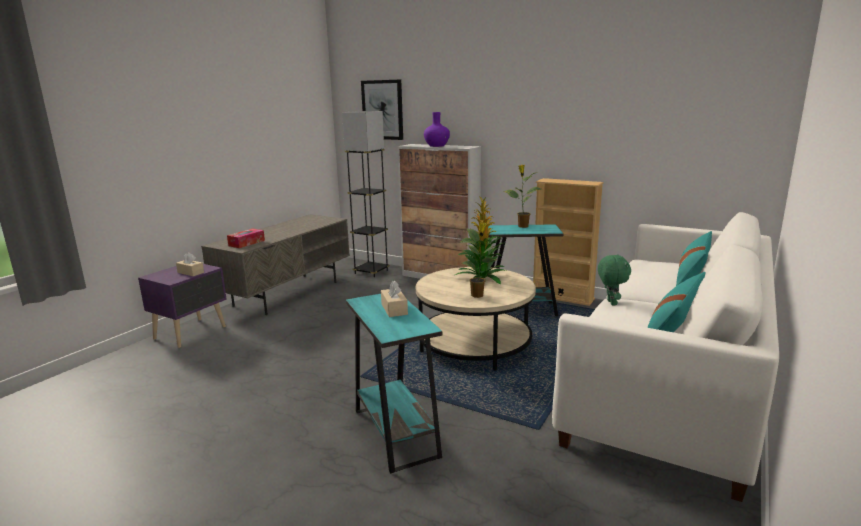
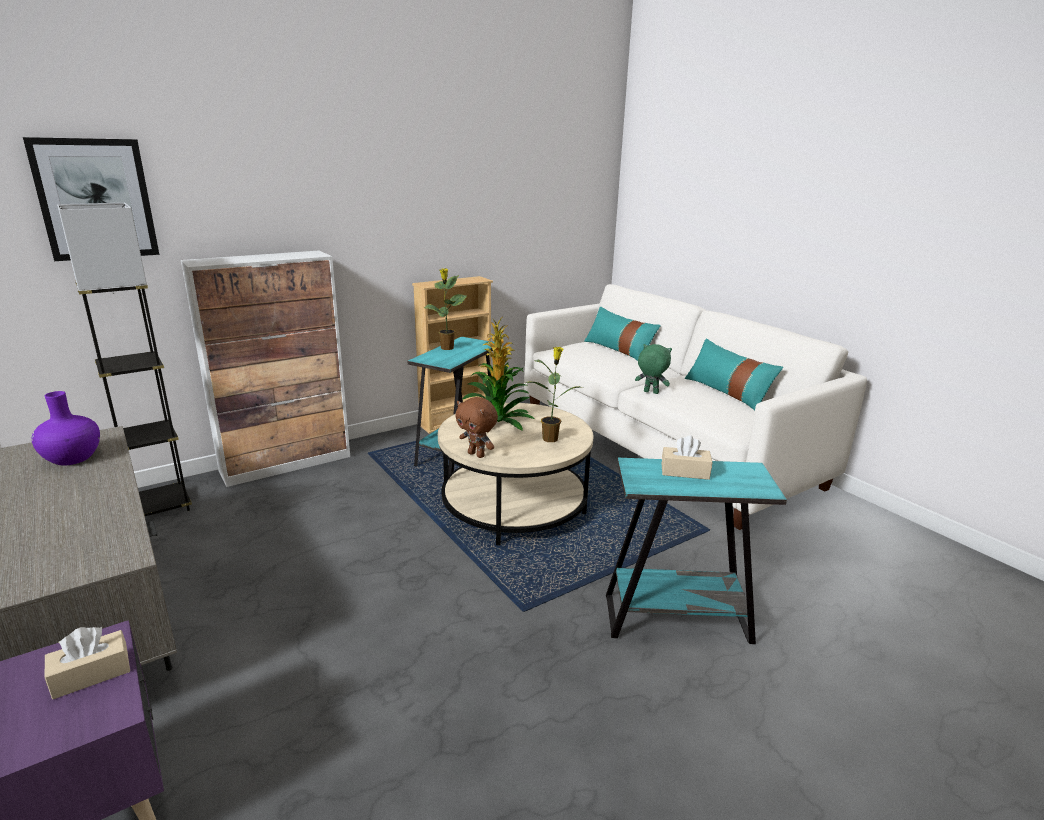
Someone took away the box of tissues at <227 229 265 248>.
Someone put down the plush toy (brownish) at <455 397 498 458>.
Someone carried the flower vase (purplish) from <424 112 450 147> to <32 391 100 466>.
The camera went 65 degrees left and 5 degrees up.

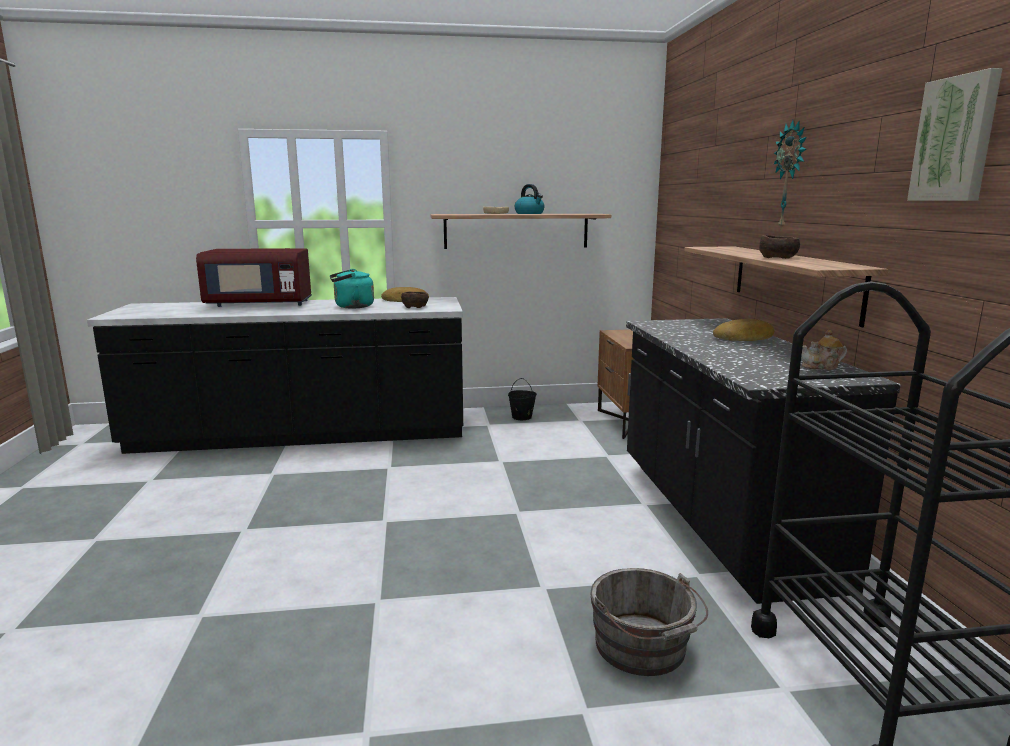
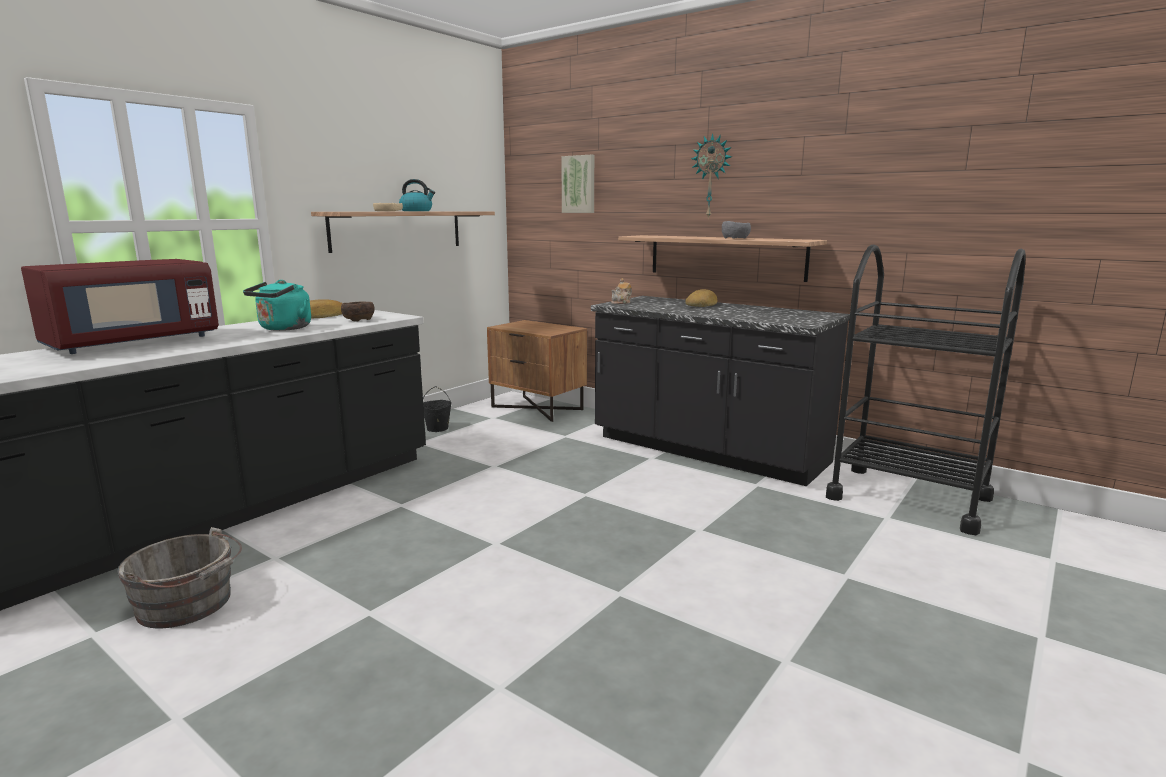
Someone carried the water bucket (gray) from <590 568 708 676> to <117 527 242 628>.
Someone carried the teapot from <801 330 847 370> to <611 278 632 304>.
Someone carried the wall picture from <907 68 1003 201> to <561 155 594 213>.
Someone repainted the bowl (brownish) at <759 235 800 259>, which became the bowl (gray) at <722 221 751 239>.
The camera went 45 degrees left and 0 degrees up.

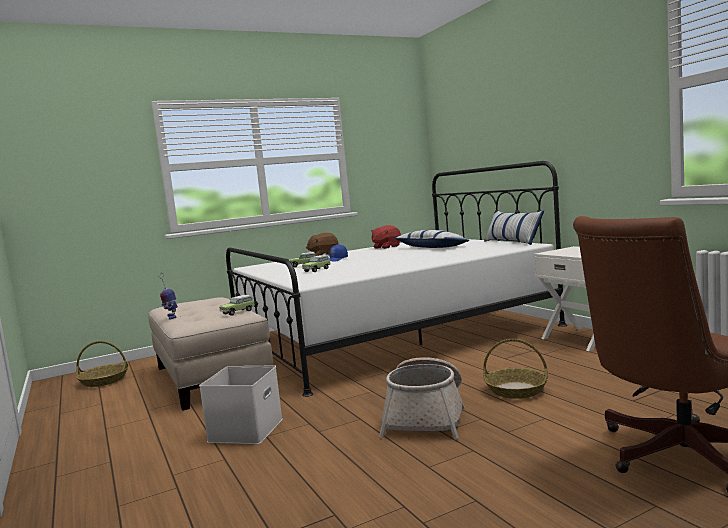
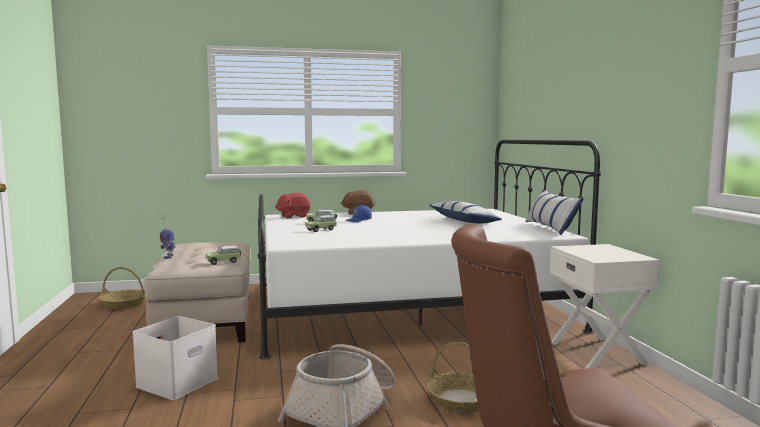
Someone carried the plush toy (reddish) from <371 225 401 249> to <275 193 311 218>.
The camera went 15 degrees right and 0 degrees up.

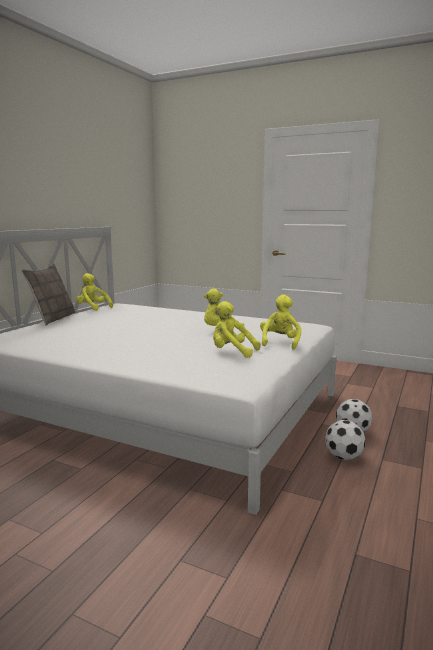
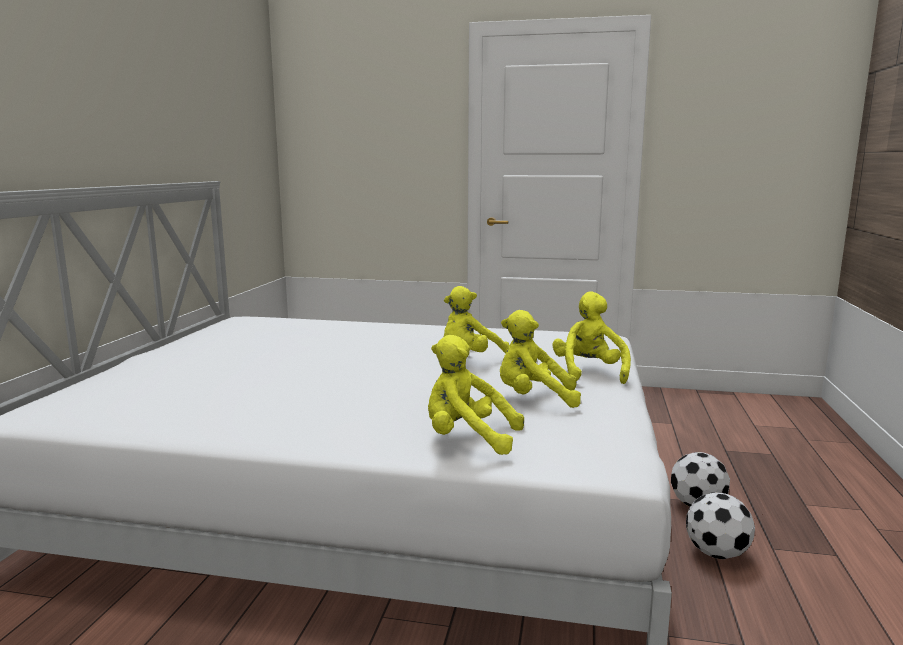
Someone took away the pillow at <22 263 75 325>.
Someone carried the plush toy (yellow) from <76 273 113 311> to <428 335 524 455>.
The camera went 15 degrees left and 0 degrees up.

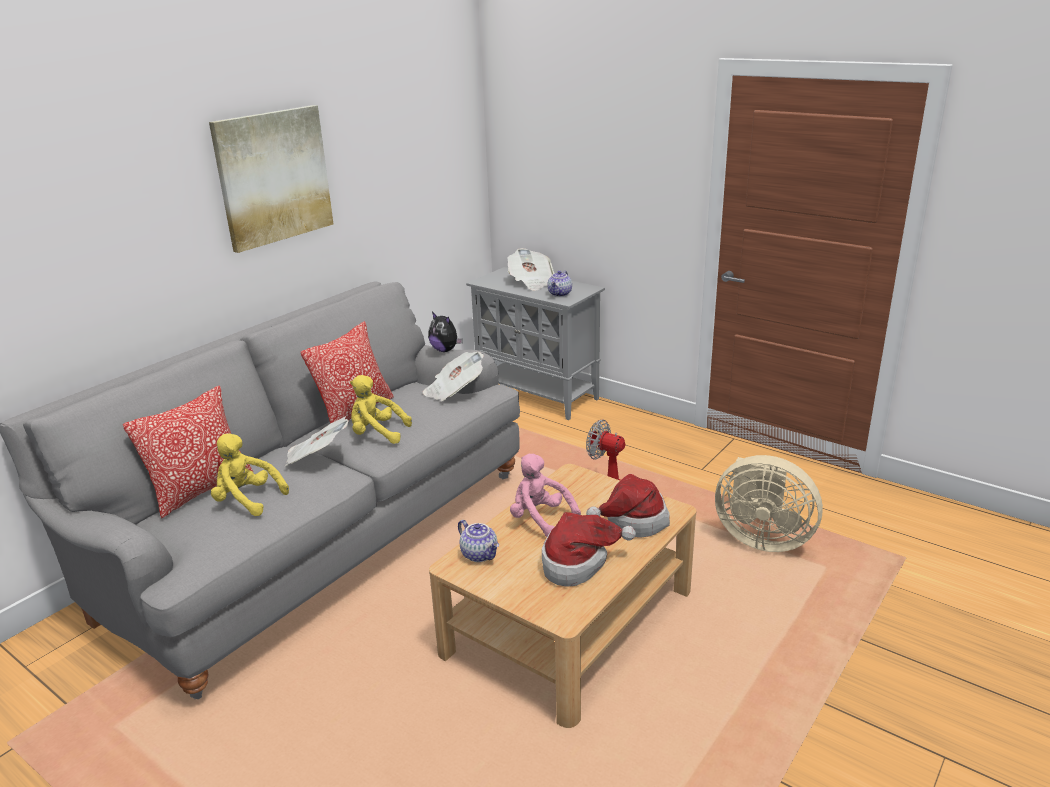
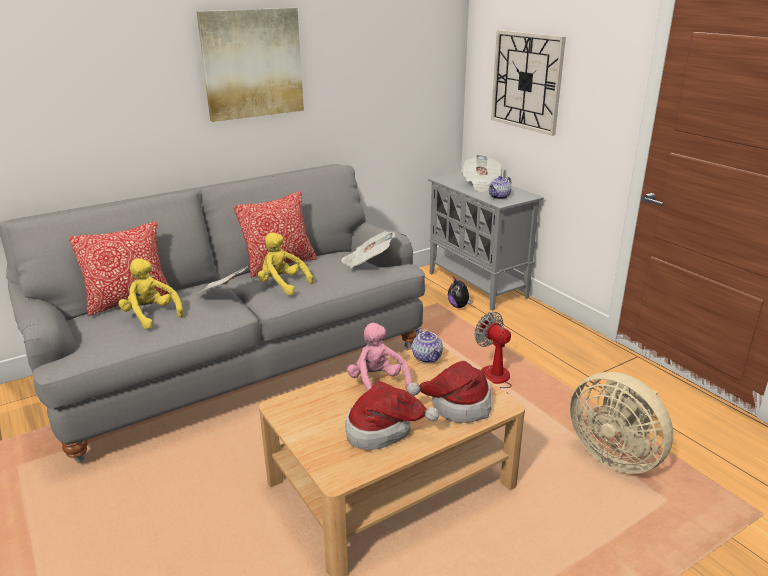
Someone put up the hanging clock at <491 30 566 136>.
Someone carried the plush toy from <428 312 463 352> to <448 276 472 308>.
Someone carried the teapot from <458 520 499 562> to <412 327 443 363>.
The camera went 20 degrees right and 0 degrees up.

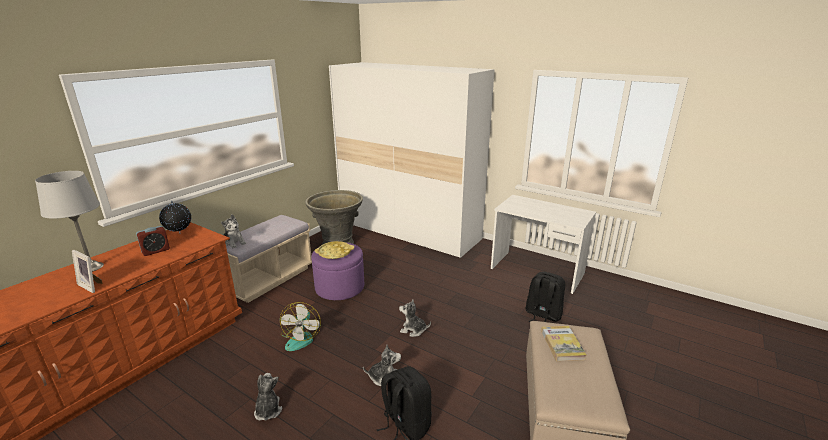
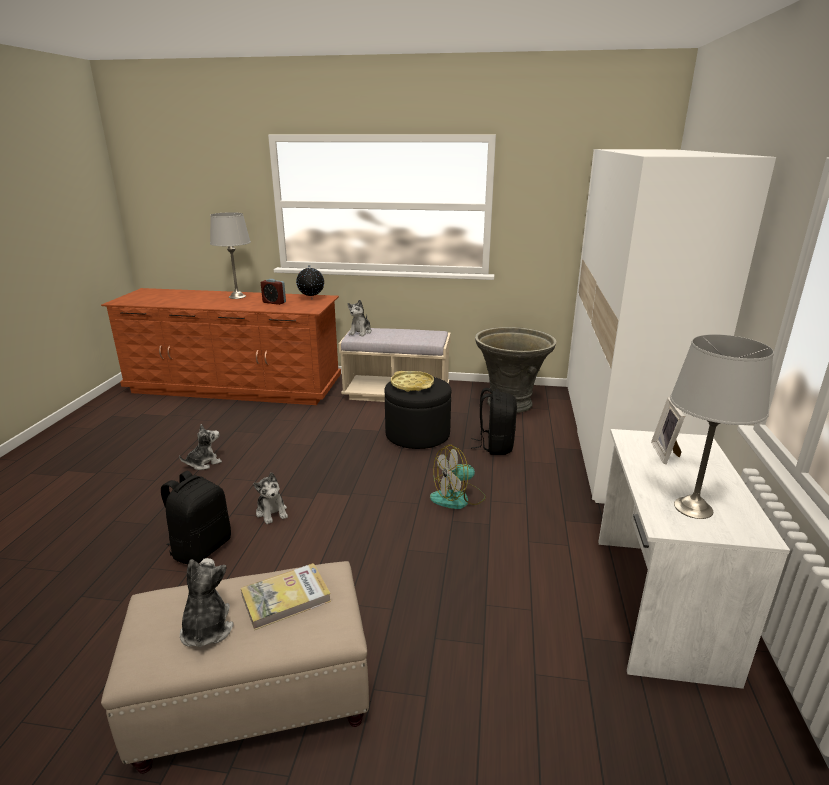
Someone put down the table lamp (gray) at <670 334 774 519>.
Someone carried the photo frame from <72 250 103 293> to <651 397 685 464>.
Someone carried the fan from <280 302 321 351> to <430 445 486 509>.
Someone carried the plush toy from <399 300 431 337> to <180 558 234 647>.
Someone carried the knapsack (black-coloured) from <526 272 565 322> to <471 388 517 455>.
Someone repainted the ottoman (purplish) at <311 242 364 300>, which became the ottoman (black-coloured) at <384 377 451 449>.
The camera went 65 degrees right and 0 degrees up.

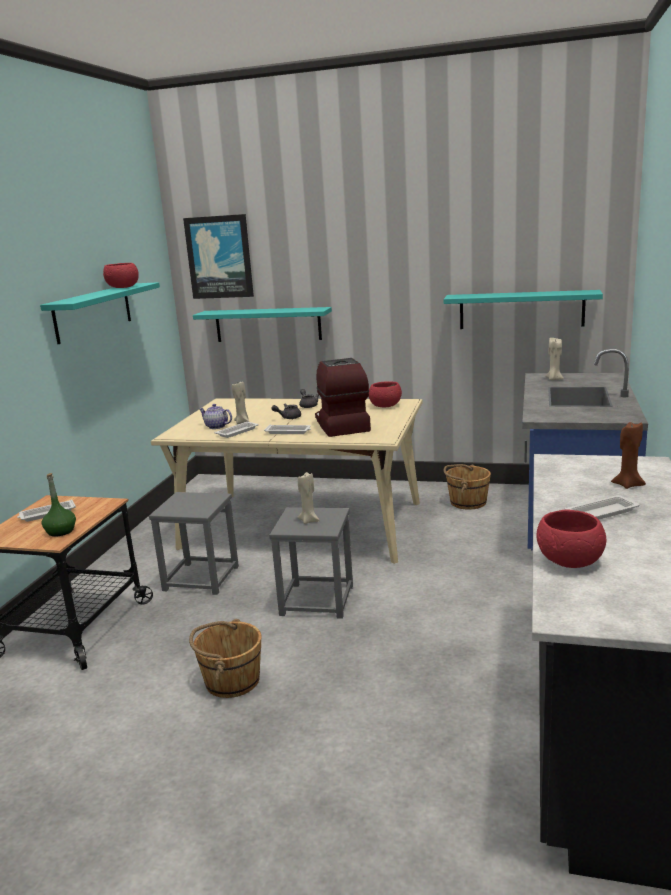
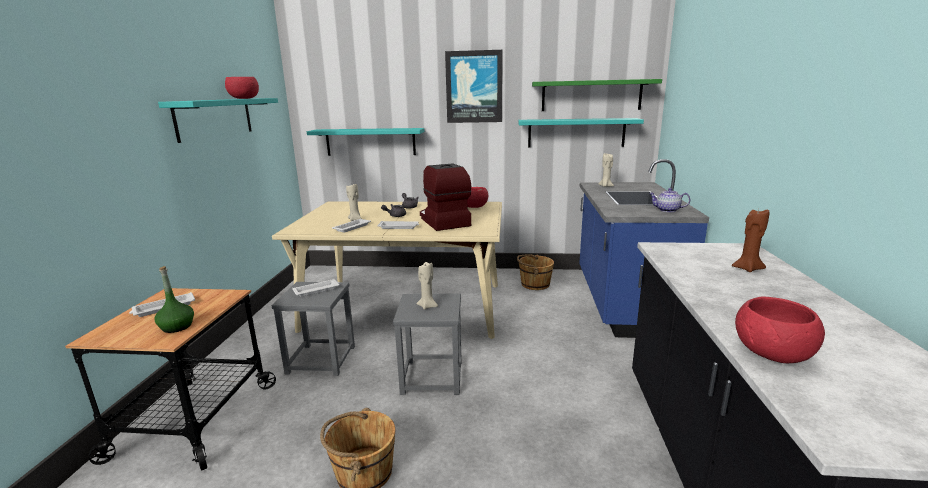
Someone put up the bracket shelf (greenish) at <532 79 662 111>.
Someone carried the wall picture from <183 214 254 299> to <445 50 503 123>.
Someone carried the teapot from <199 404 232 429> to <649 188 690 212>.
Someone carried the carrying tray (white-coloured) from <565 495 640 520> to <292 279 339 297>.
The camera went 10 degrees left and 0 degrees up.

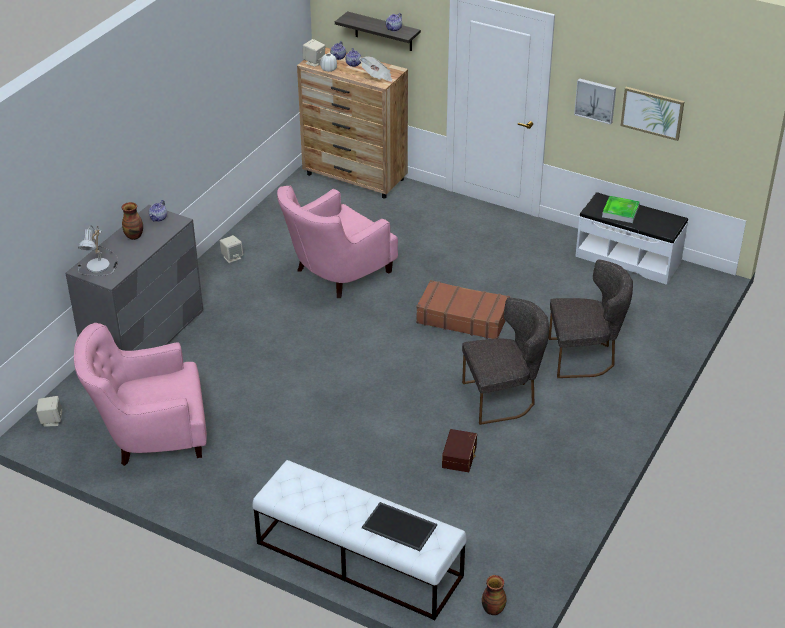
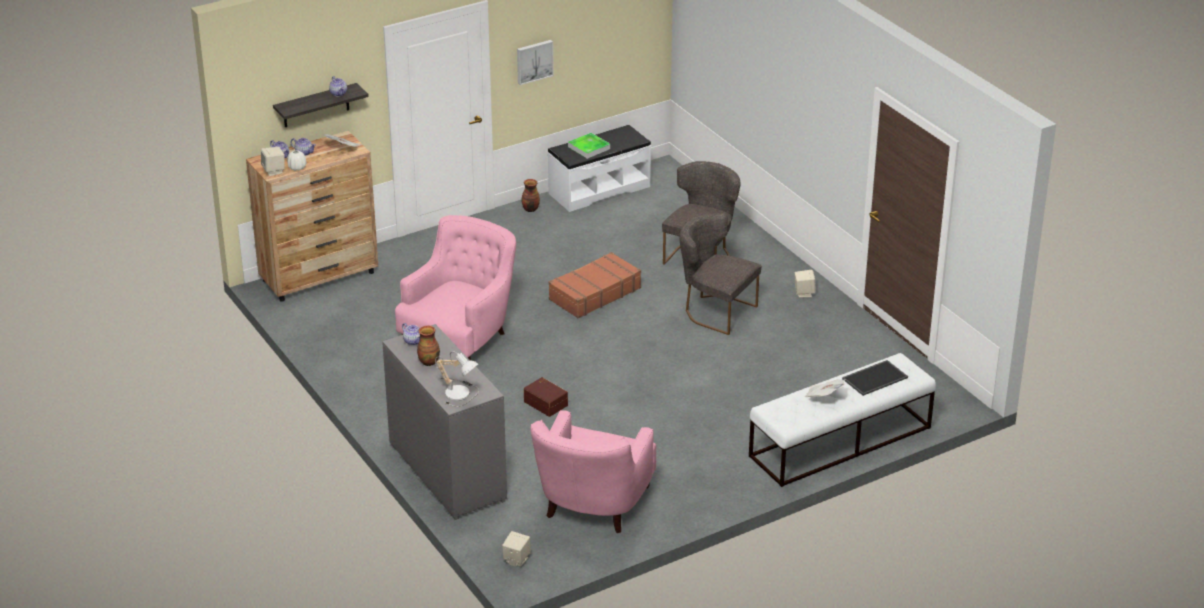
Someone took away the wall picture at <621 87 685 141>.
Someone put down the daily paper at <805 379 845 397>.
Someone carried the audio speaker (sand-coloured) from <220 235 243 263> to <795 270 816 297>.
Someone carried the storage container (brownish) from <442 429 477 472> to <524 377 568 417>.
Someone carried the flower vase from <482 575 507 615> to <522 179 540 212>.
Someone rotated the easy chair (pink-coloured) at <277 186 398 298> by 135 degrees counterclockwise.
Someone rotated the upright chair (gray) at <462 297 549 425> by 75 degrees counterclockwise.
The camera went 60 degrees left and 5 degrees down.

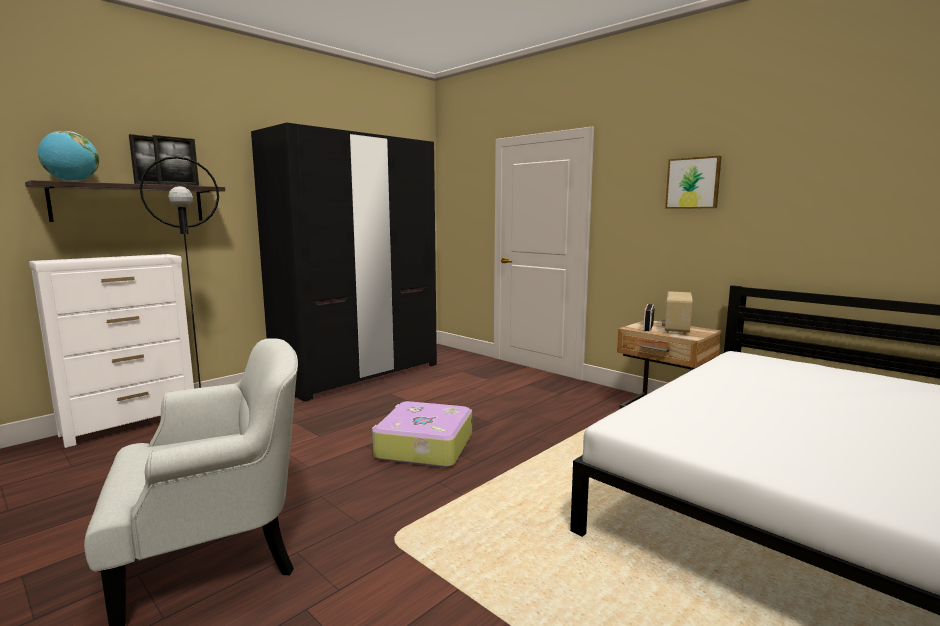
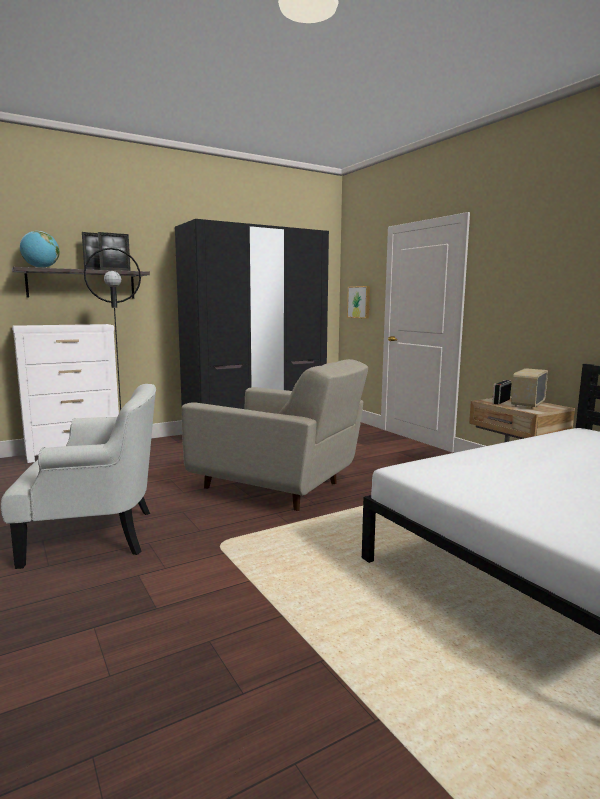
Someone carried the wall picture from <665 156 722 209> to <347 286 370 319>.
Someone swapped the suitcase at <372 401 472 468> for the easy chair (sand-coloured) at <182 359 368 511>.
The camera went 15 degrees right and 0 degrees up.

